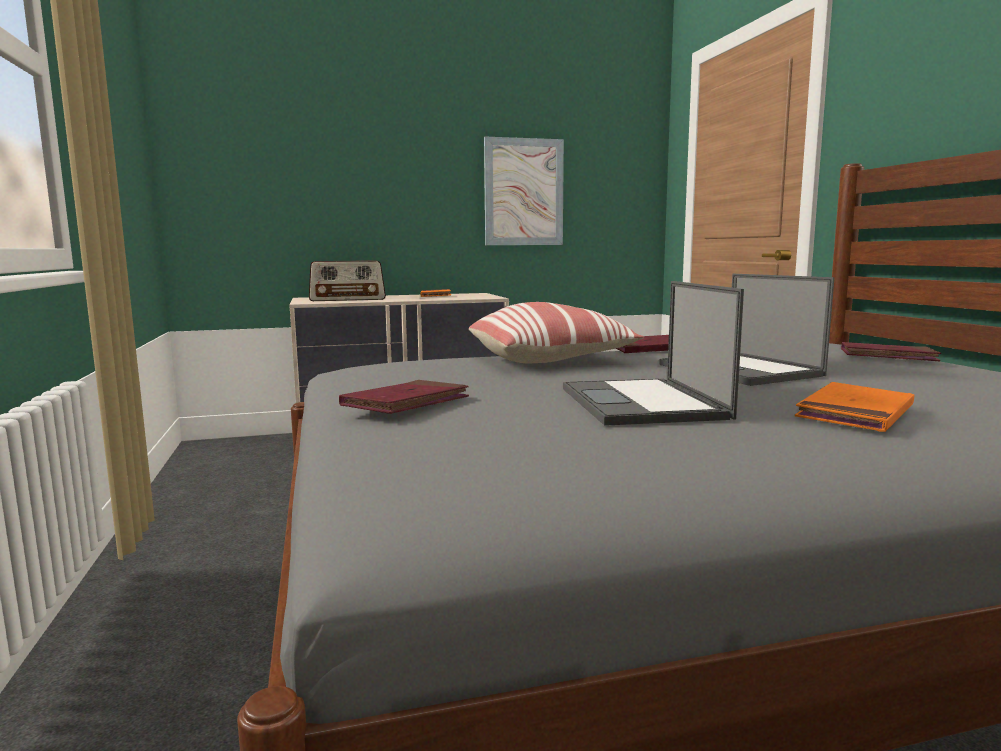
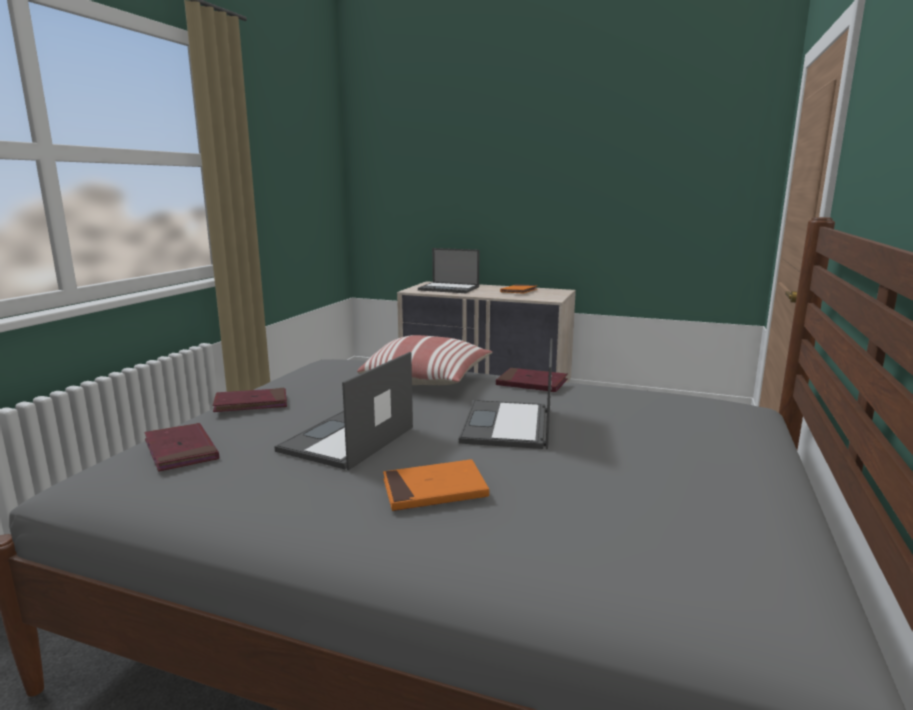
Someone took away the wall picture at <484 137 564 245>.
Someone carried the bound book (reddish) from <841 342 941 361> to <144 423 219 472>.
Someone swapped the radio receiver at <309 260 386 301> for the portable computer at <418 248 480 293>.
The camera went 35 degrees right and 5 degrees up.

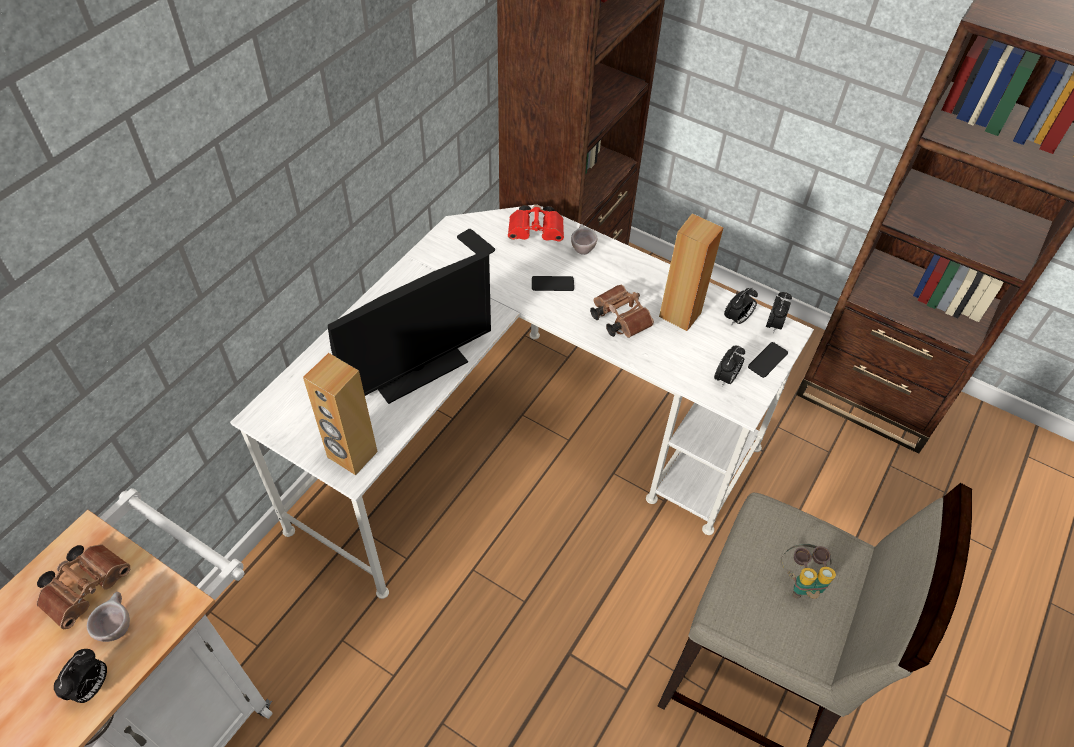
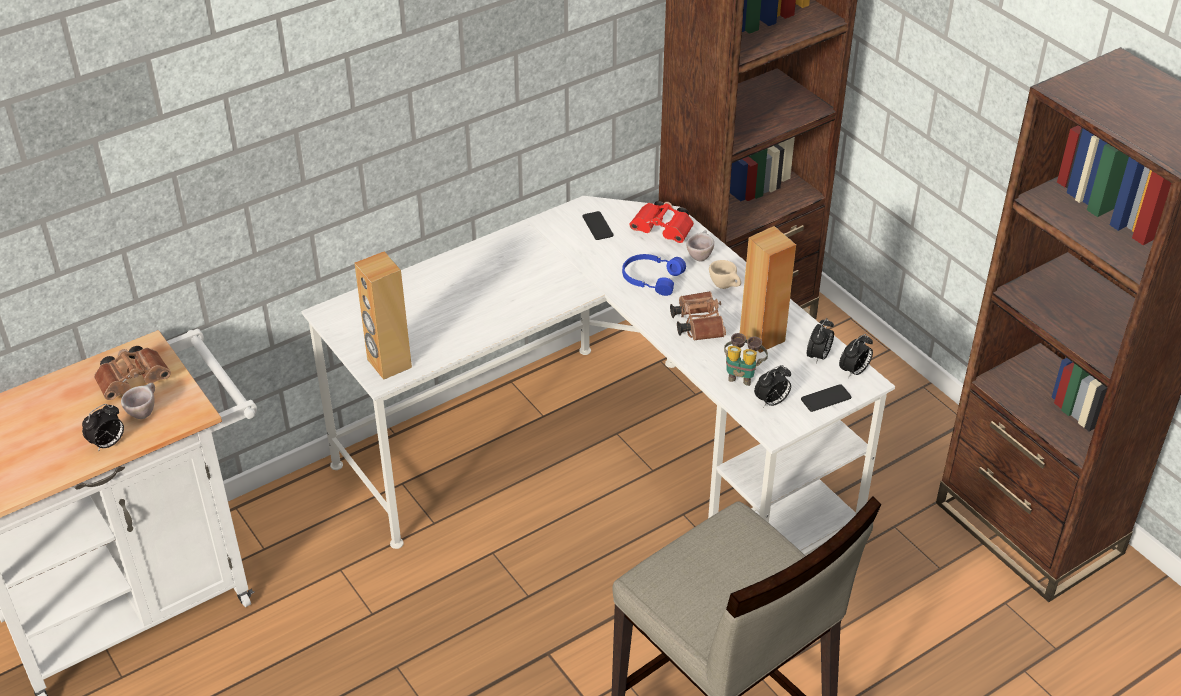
Someone took away the monitor at <328 251 491 404>.
Someone put down the small cup (sand-coloured) at <709 260 741 289>.
Someone carried the field glasses from <781 544 836 599> to <724 333 768 386>.
Someone swapped the phone at <532 276 574 291> for the headphones (blue-coloured) at <622 254 686 296>.
Someone rotated the table clock at <724 287 758 326> by 45 degrees counterclockwise.
The camera went 25 degrees right and 10 degrees down.

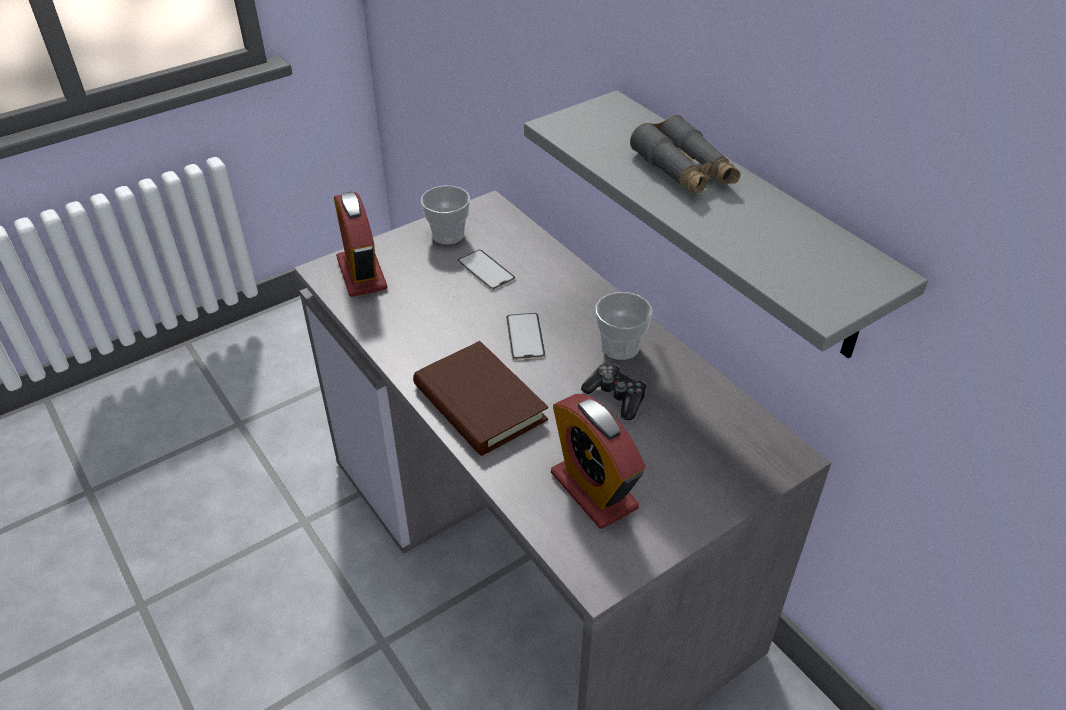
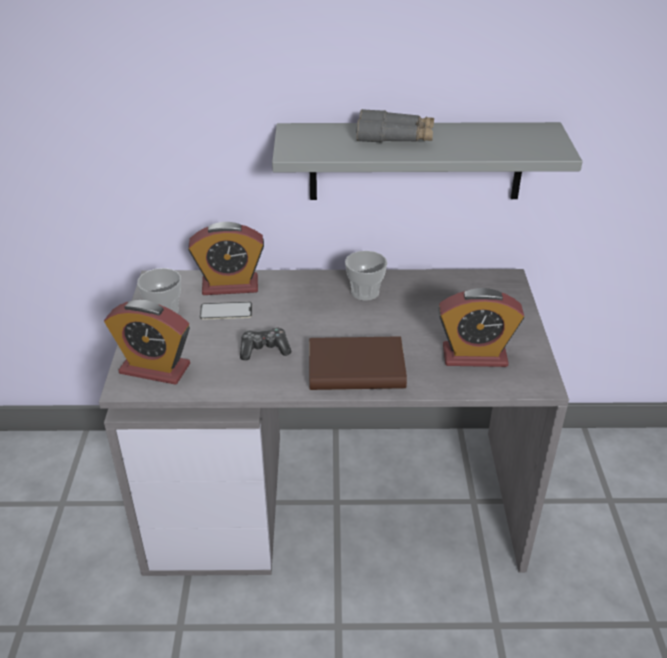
Someone took away the phone at <506 313 545 360>.
Someone put down the table clock at <188 222 264 295>.
Someone carried the joypad from <581 363 647 420> to <240 327 291 360>.
The camera went 55 degrees left and 5 degrees down.

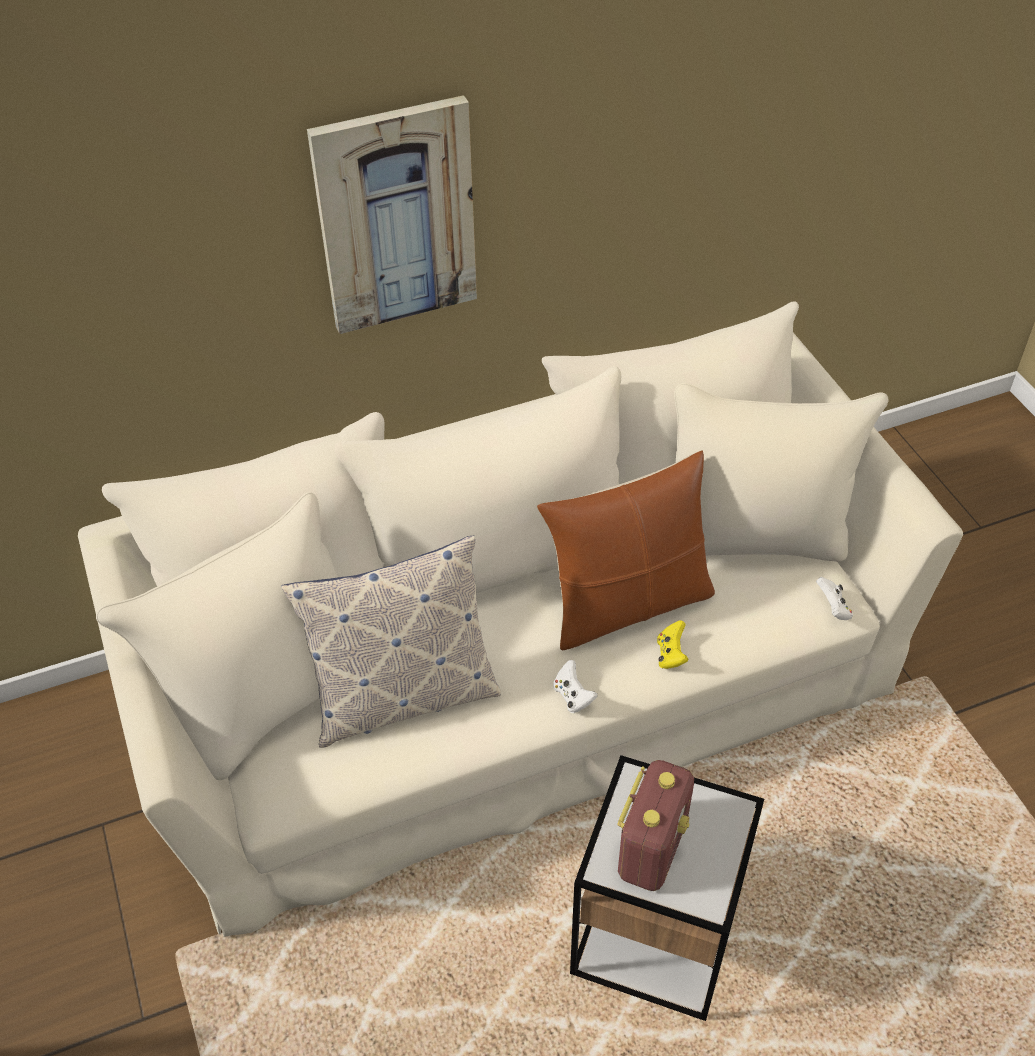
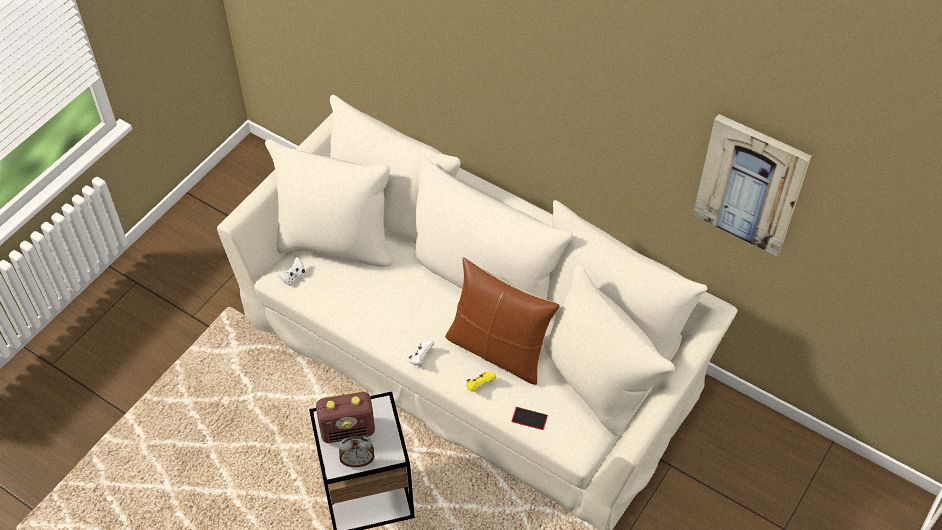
Someone took away the pillow at <281 536 501 748>.
Someone put down the table clock at <339 436 374 467>.
Someone put down the phone at <511 407 548 430>.
Someone carried the wall picture from <307 95 477 334> to <693 114 812 256>.
Someone carried the joypad (white-coloured) from <816 577 853 620> to <277 257 306 286>.
The camera went 55 degrees right and 5 degrees up.

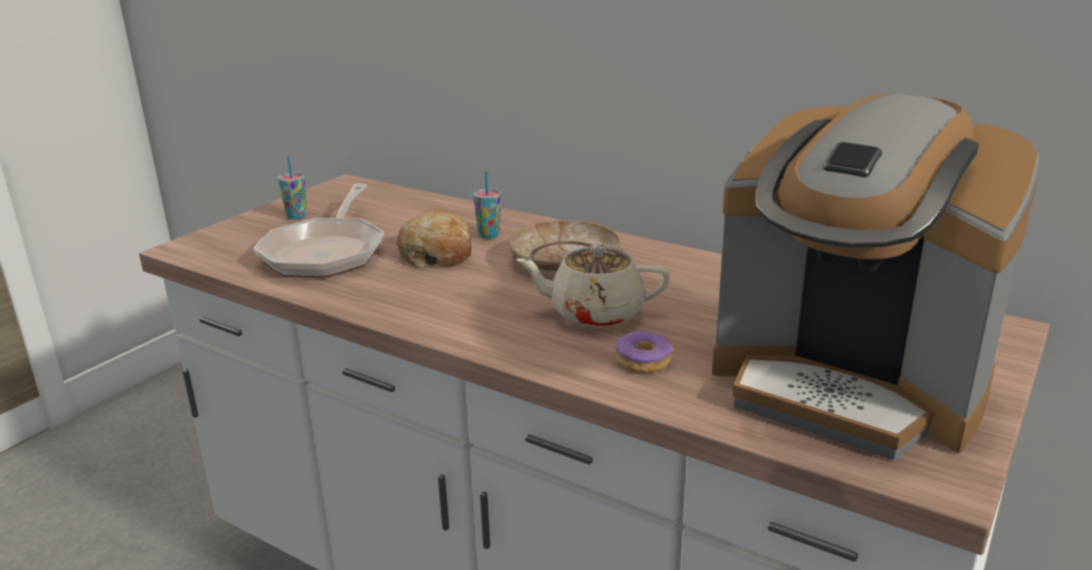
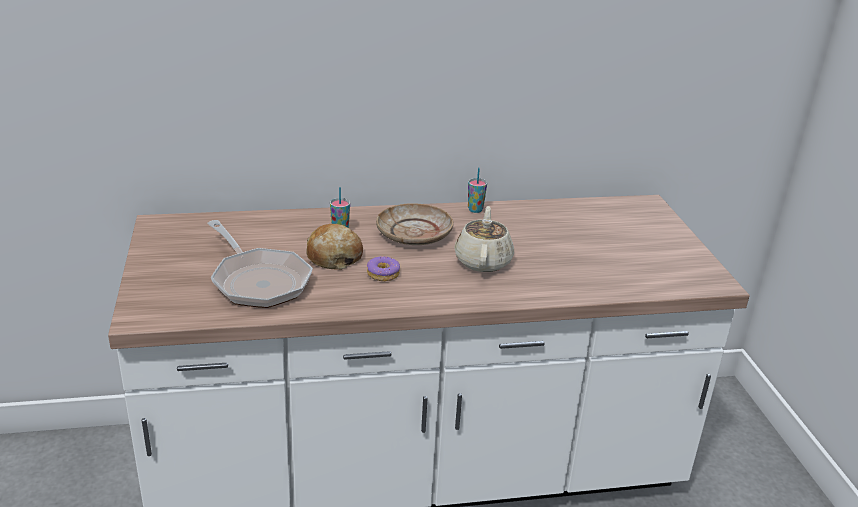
Someone took away the coffee maker at <712 94 1042 460>.
Someone carried the small cup from <278 156 307 219> to <468 168 487 213>.
Someone carried the donut from <616 331 674 373> to <367 256 400 281>.
Someone rotated the teapot (sand-coloured) at <516 243 670 328> by 135 degrees clockwise.
The camera went 45 degrees left and 5 degrees up.

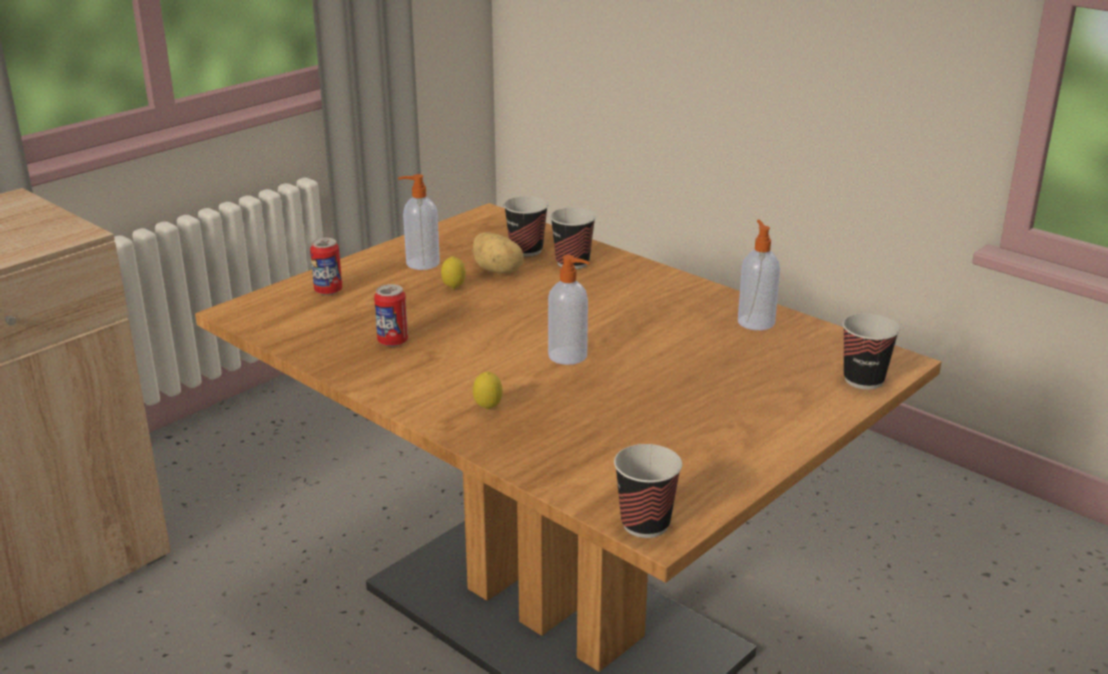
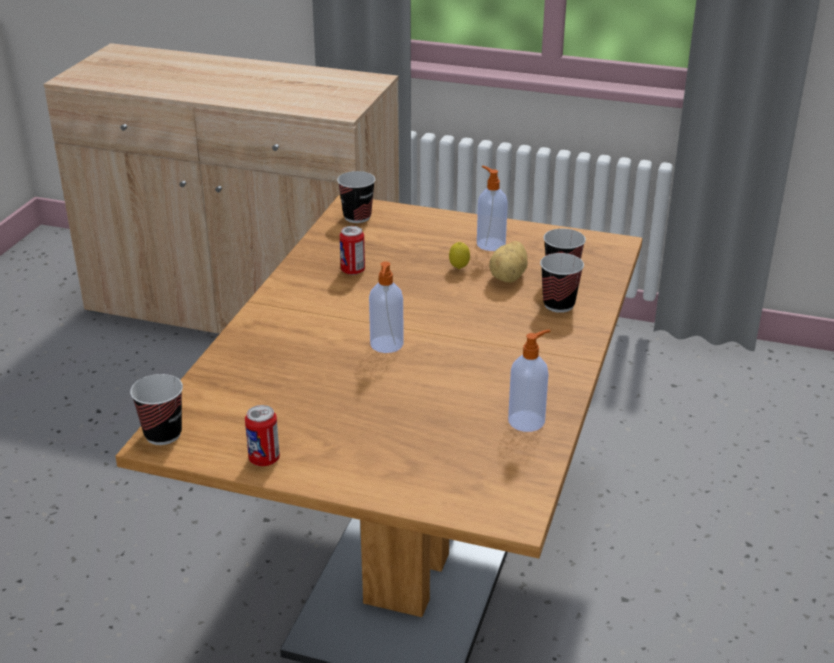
Someone took away the lemon at <473 371 503 410>.
Someone carried the sealed can from <310 238 342 295> to <245 405 280 466>.
Someone carried the small cup from <843 313 900 389> to <337 171 375 223>.
The camera went 65 degrees right and 5 degrees up.

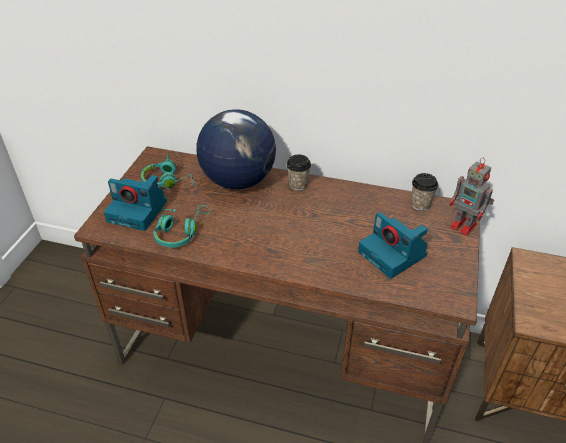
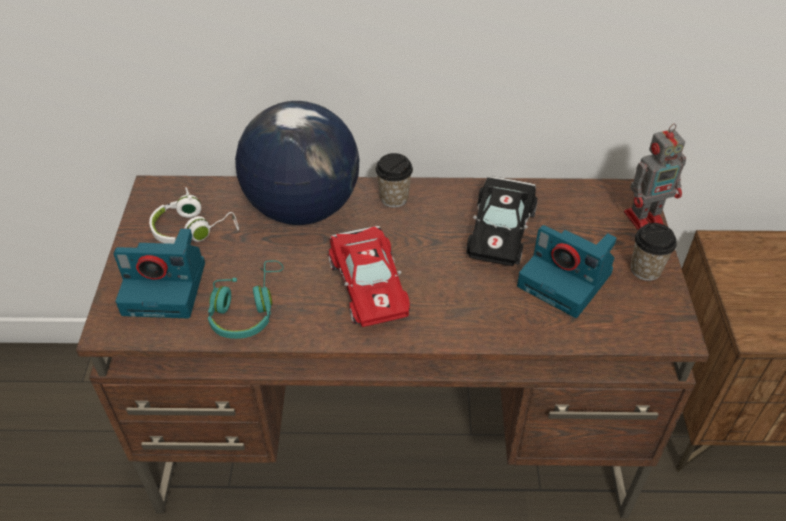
Someone put down the toy car (reddish) at <329 226 410 327>.
Someone put down the toy car (black-coloured) at <466 176 537 266>.
Someone carried the small cup from <411 173 438 211> to <631 223 677 281>.
Someone repainted the headphones (turquoise-coloured) at <141 154 193 189>, which became the headphones (white-coloured) at <149 187 239 244>.
Someone rotated the toy robot at <449 158 494 236> by 45 degrees counterclockwise.
The camera went 15 degrees left and 5 degrees up.

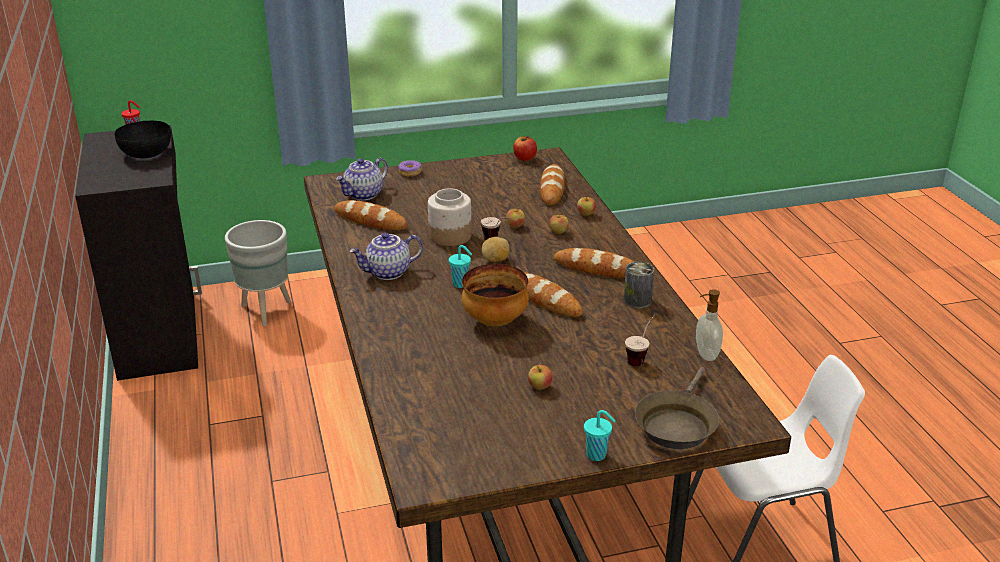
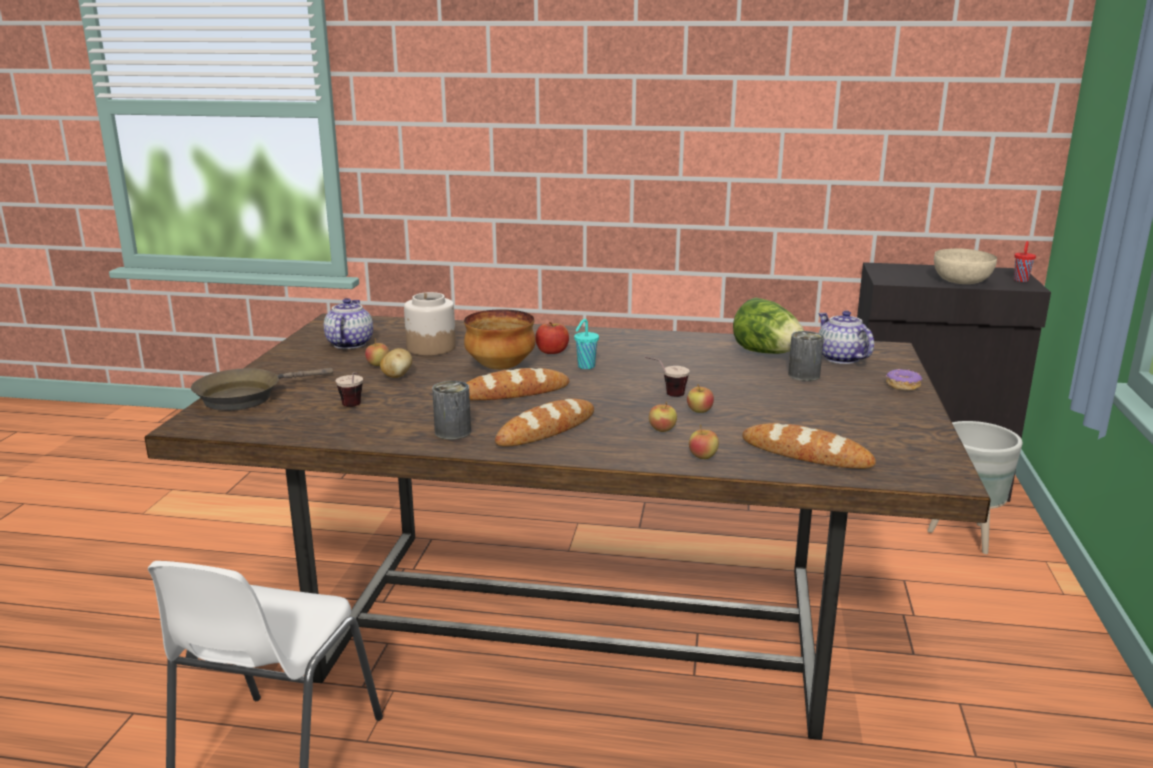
Someone took away the small cup (turquoise-coloured) at <584 410 615 461>.
Someone took away the liquid soap bottle at <696 289 723 361>.
Someone put down the sealed can at <788 331 824 381>.
Someone carried the teapot from <349 233 423 280> to <324 298 373 349>.
Someone carried the preserve jar from <428 188 472 246> to <404 292 456 356>.
Someone carried the potato from <482 237 510 262> to <380 348 412 378>.
Someone carried the apple from <513 136 537 161> to <535 322 569 354>.
Someone swapped the bread at <334 200 408 230> for the lettuce at <733 298 804 354>.
Someone repainted the bowl (black-coloured) at <115 121 171 158>, which became the bowl (sand-coloured) at <934 248 997 284>.
Someone rotated the frying pan (brownish) at <635 367 719 449> by 90 degrees counterclockwise.
The camera went 115 degrees right and 10 degrees down.

